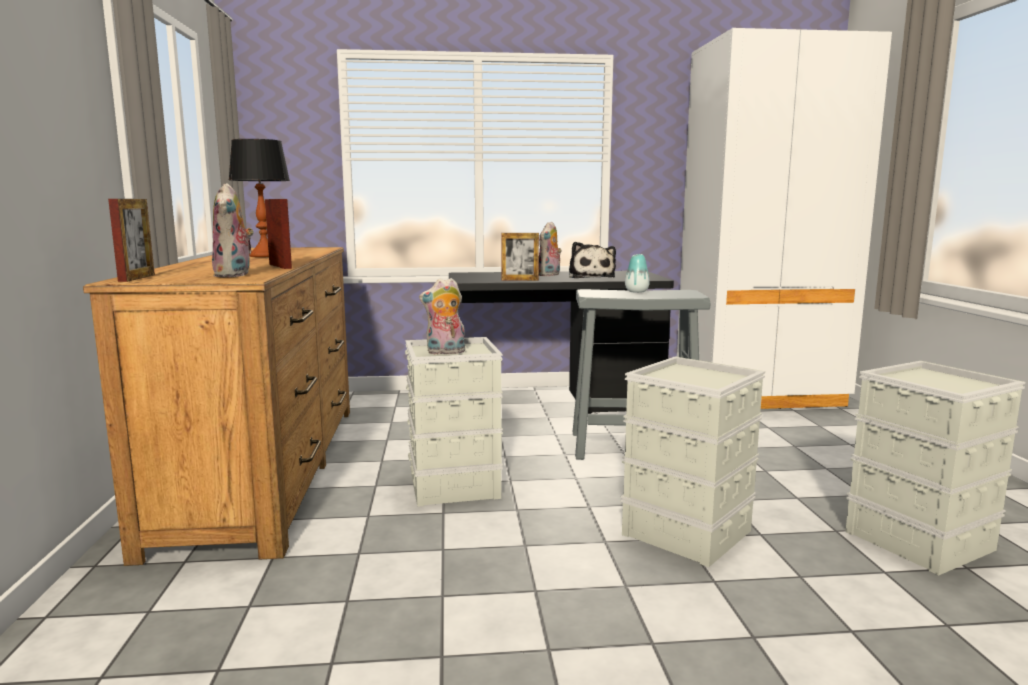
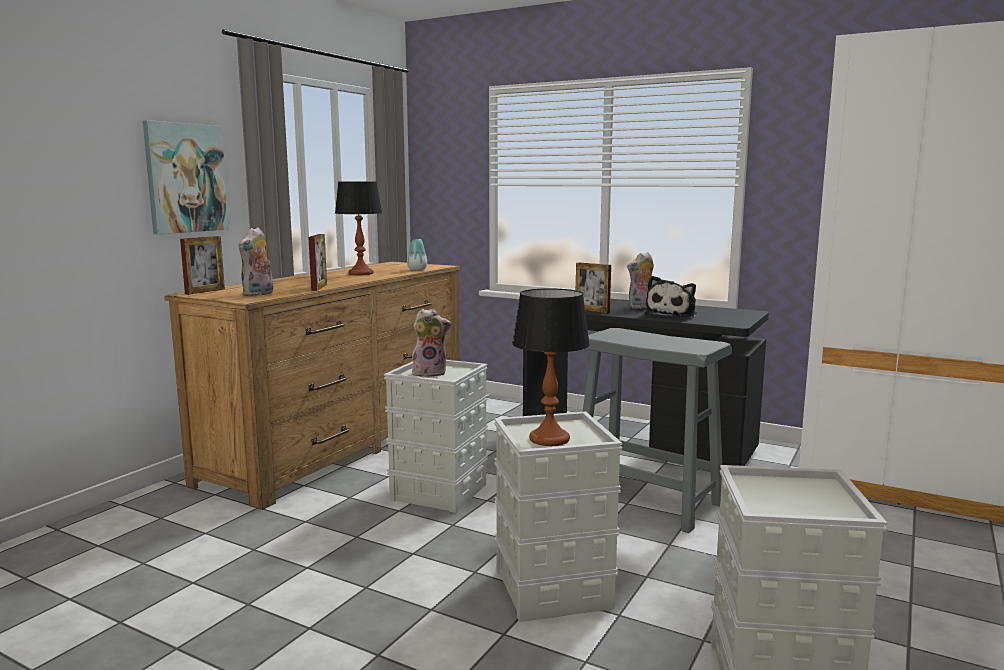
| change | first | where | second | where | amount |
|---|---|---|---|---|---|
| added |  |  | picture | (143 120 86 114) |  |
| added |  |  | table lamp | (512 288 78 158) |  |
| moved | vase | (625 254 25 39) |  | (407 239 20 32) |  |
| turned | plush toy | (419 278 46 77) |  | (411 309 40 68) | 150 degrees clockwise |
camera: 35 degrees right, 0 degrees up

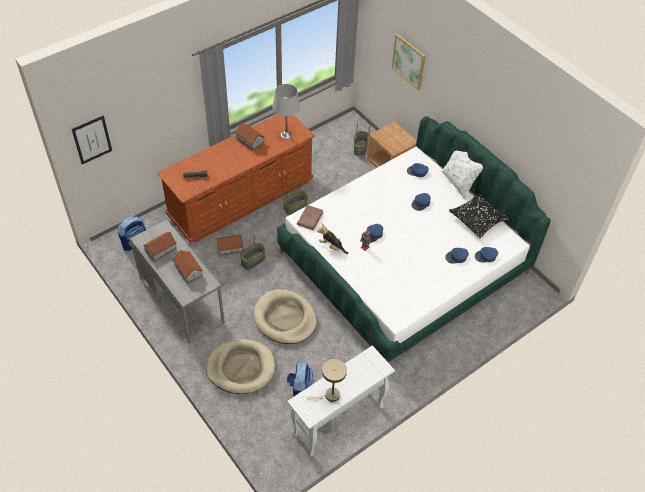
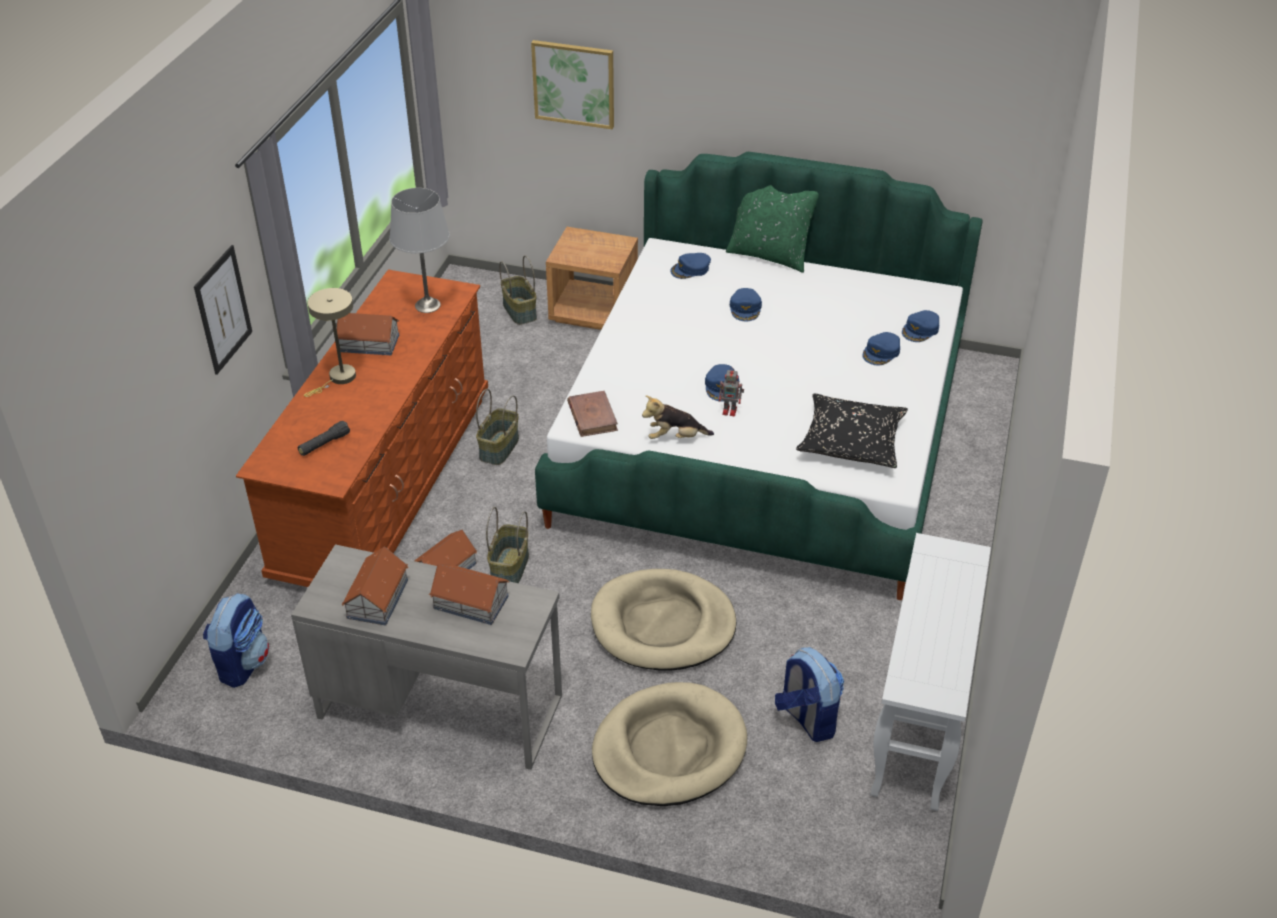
| change | first | where | second | where | amount |
|---|---|---|---|---|---|
| moved | picture | (72 115 40 49) |  | (194 245 58 130) |  |
| moved | table lamp/beige | (307 359 40 43) |  | (304 288 52 109) |  |
| moved | pillow/black | (449 193 60 46) |  | (796 393 112 75) |  |
| recoloured | pillow/white | (441 150 42 50) | pillow/green | (726 185 93 88) |  |
camera: 35 degrees left, 10 degrees down

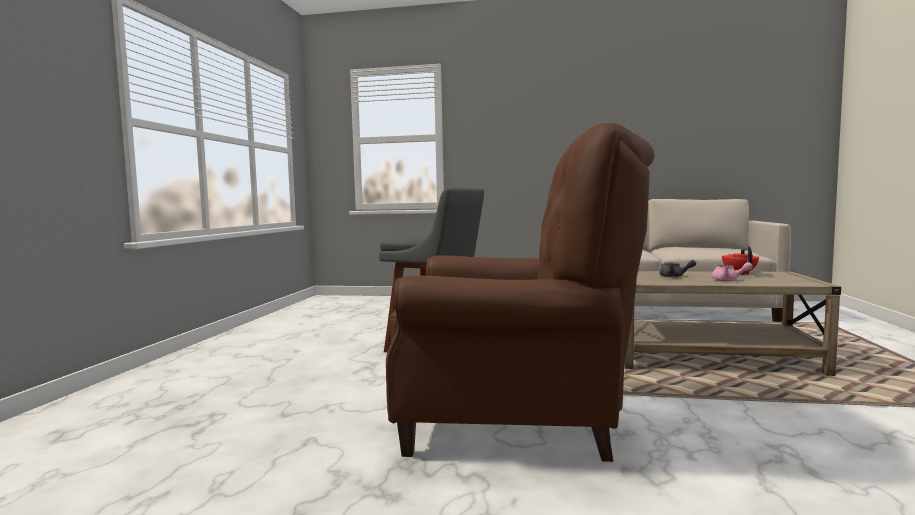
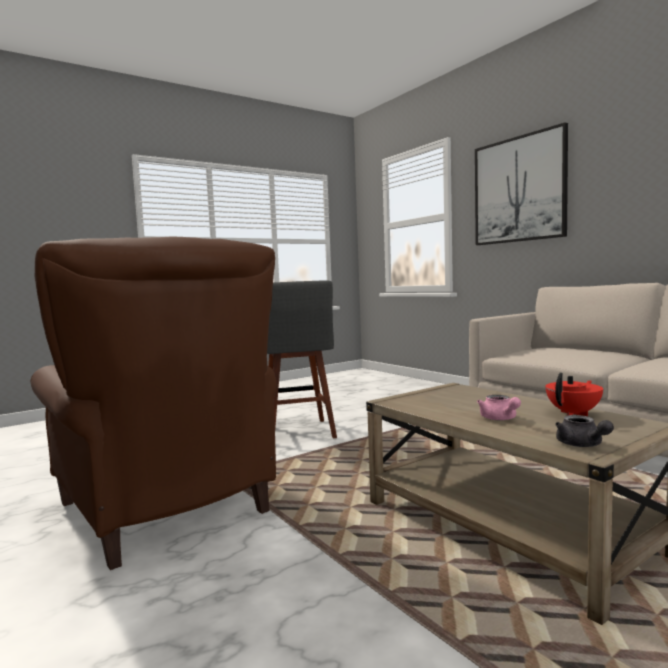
| change | first | where | second | where | amount |
|---|---|---|---|---|---|
| added |  |  | picture | (475 122 93 123) |  |
| moved | teapot/grey | (660 260 36 17) |  | (555 415 59 32) |  |
camera: 45 degrees right, 0 degrees up

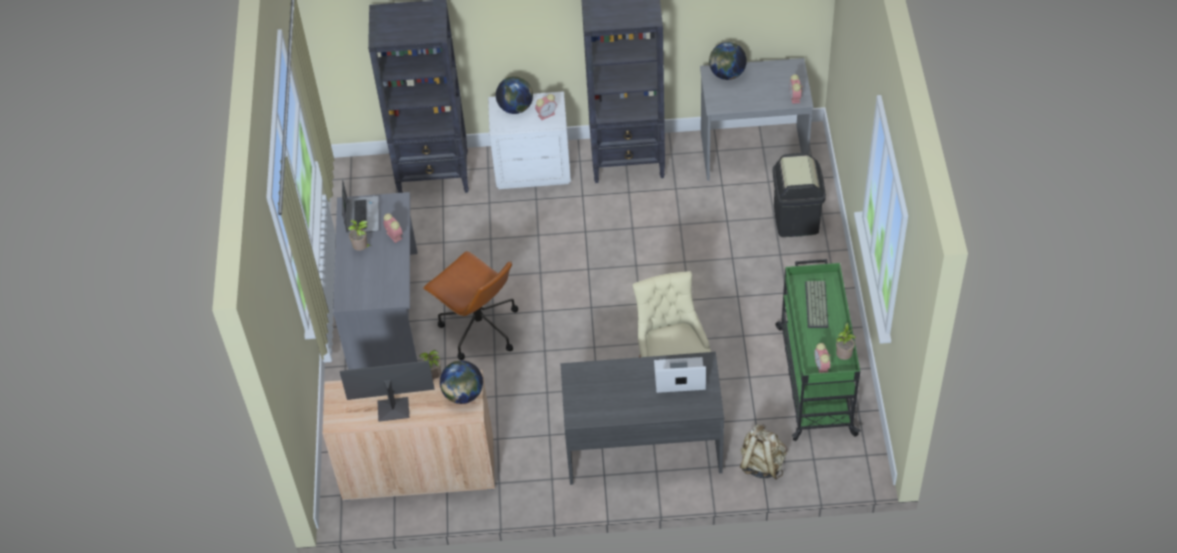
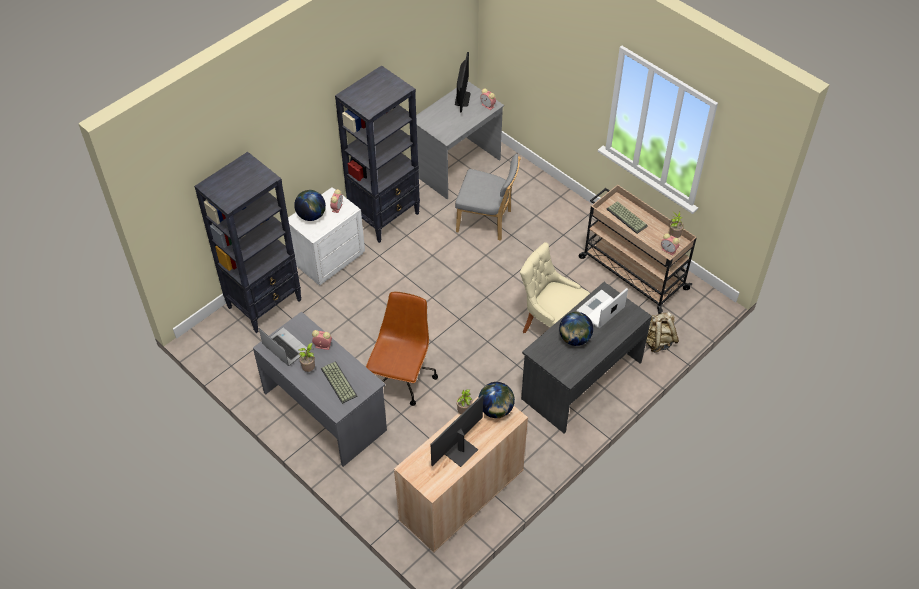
| change | first | where | second | where | amount |
|---|---|---|---|---|---|
| removed | trash can/black | (773 153 53 84) |  |  |  |
| added |  |  | keyboard | (321 361 37 43) |  |
| added |  |  | monitor | (455 52 16 61) |  |
| added |  |  | chair/grey | (455 154 66 87) |  |
| moved | globe | (709 42 38 38) |  | (559 312 34 34) |  |
| recoloured | cart/green | (775 259 86 182) | cart/beige | (579 185 118 129) |  |
| turned | office chair/brown | (423 251 95 109) |  | (366 292 72 114) | 75 degrees counterclockwise |
camera: 45 degrees left, 0 degrees up

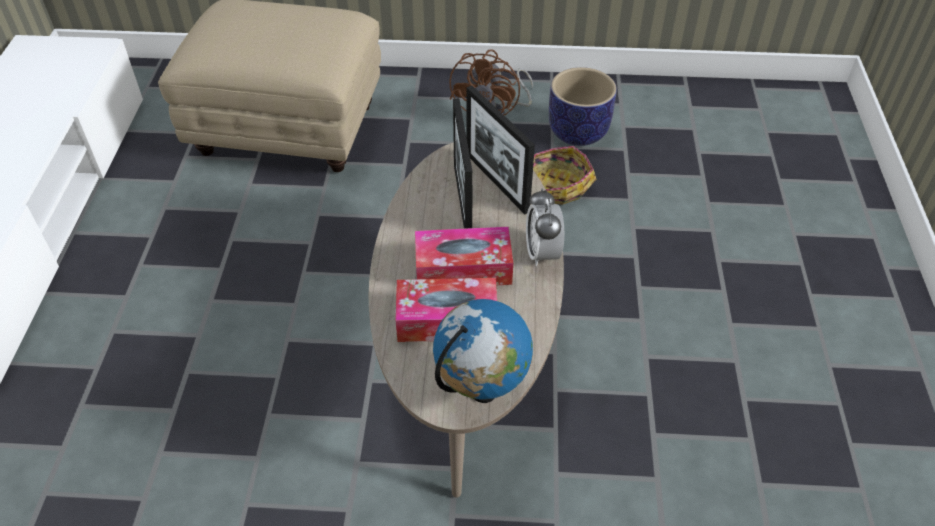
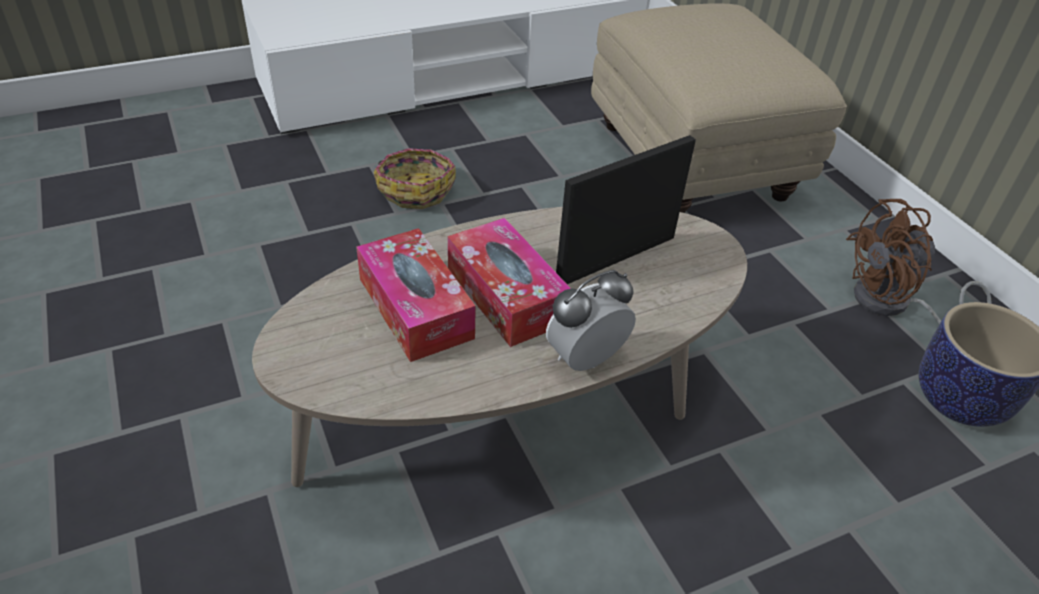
| change | first | where | second | where | amount |
|---|---|---|---|---|---|
| removed | globe | (433 299 100 104) |  |  |  |
| removed | picture frame | (466 85 69 129) |  |  |  |
| moved | basket | (533 146 63 59) |  | (374 148 82 61) |  |
camera: 60 degrees right, 5 degrees down

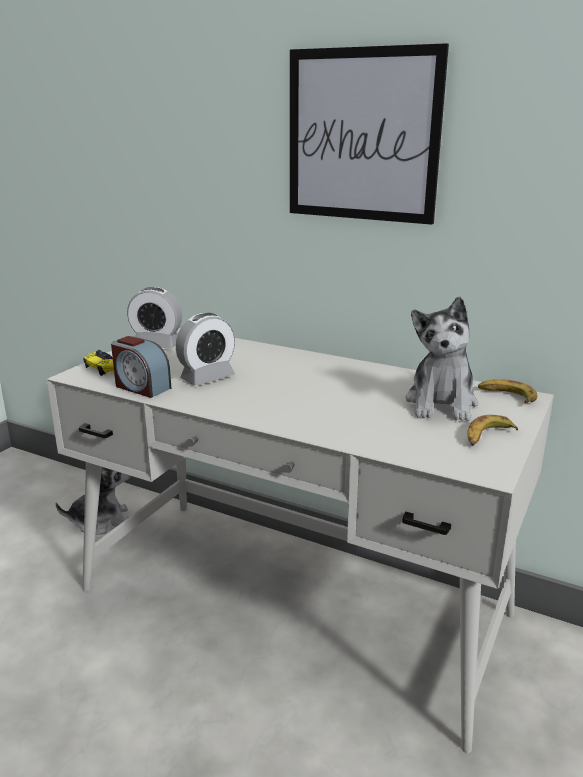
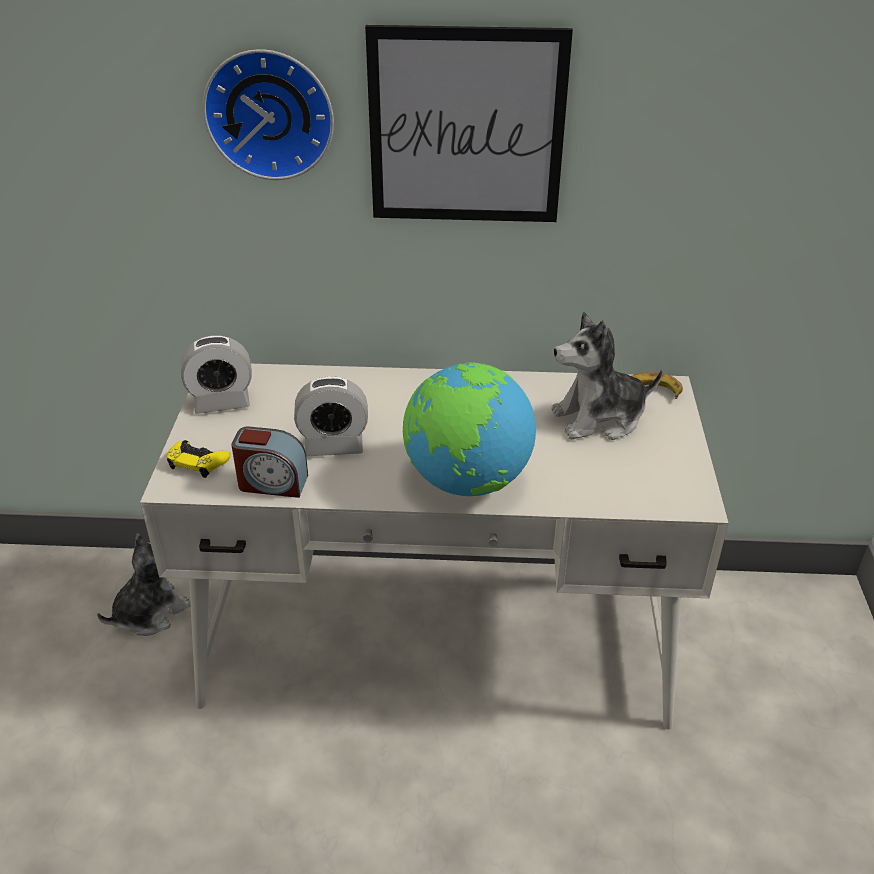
| change | first | where | second | where | amount |
|---|---|---|---|---|---|
| removed | banana | (468 415 50 31) |  |  |  |
| added |  |  | wall clock | (203 49 131 131) |  |
| added |  |  | globe | (403 362 133 134) |  |
| turned | alarm clock | (176 313 59 73) |  | (294 376 74 80) | 60 degrees clockwise |
| turned | plush toy | (406 297 72 124) |  | (551 312 112 128) | 90 degrees clockwise |
camera: 25 degrees left, 15 degrees up

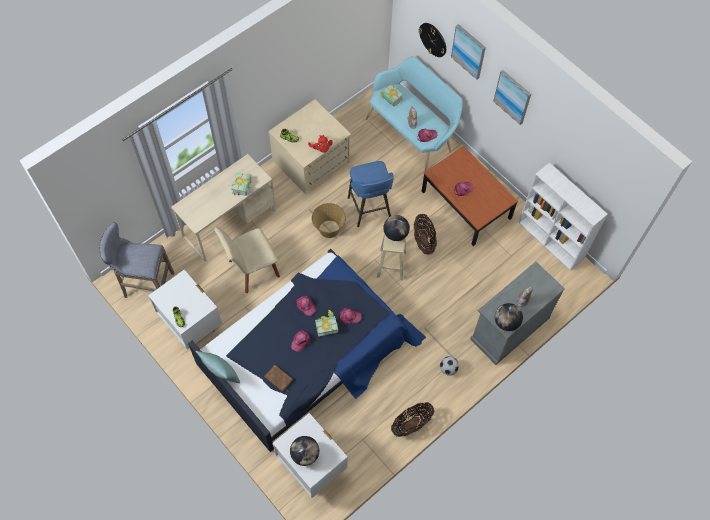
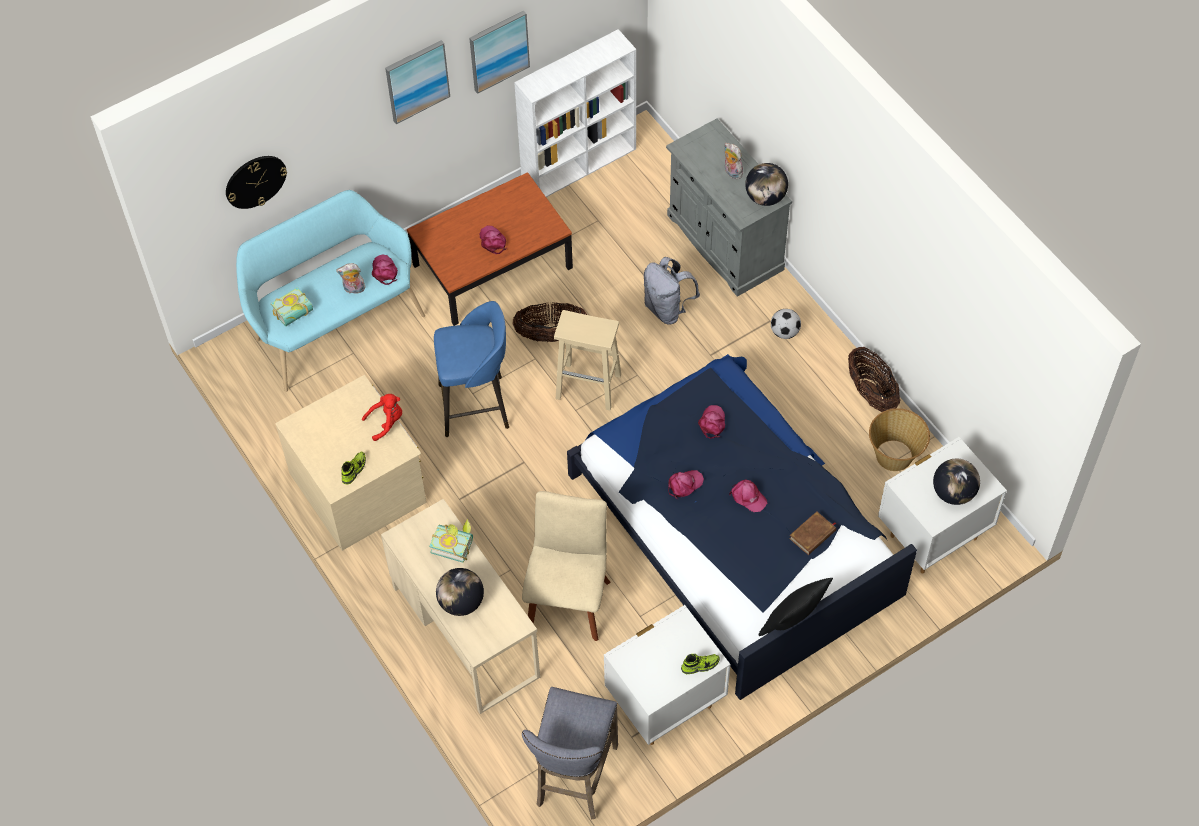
| change | first | where | second | where | amount |
|---|---|---|---|---|---|
| removed | book | (315 310 24 27) |  |  |  |
| added |  |  | backpack/grey | (644 257 56 68) |  |
| moved | basket | (312 203 34 35) |  | (869 408 61 63) |  |
| moved | globe | (383 215 27 26) |  | (436 568 48 48) |  |
| moved | picture | (451 24 35 56) |  | (469 11 61 83) |  |
| recoloured | pillow/turquoise | (196 351 44 32) | pillow/black | (759 578 74 58) |  |
| turned | chair/beige | (215 227 65 67) |  | (522 491 89 150) | 150 degrees counterclockwise |
camera: 80 degrees left, 5 degrees down

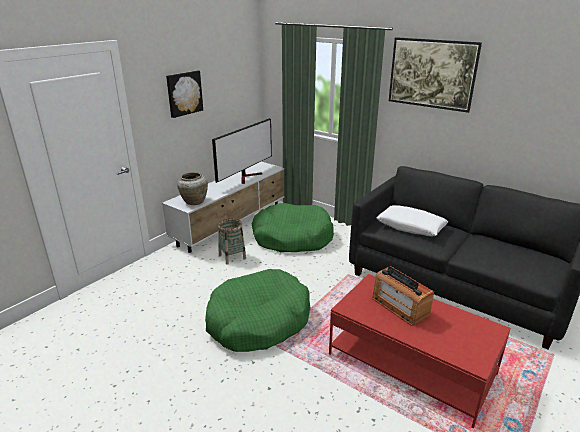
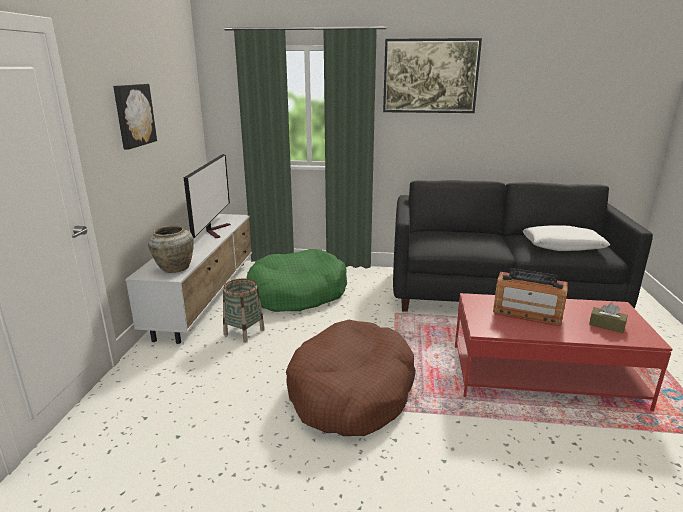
| change | first | where | second | where | amount |
|---|---|---|---|---|---|
| added |  |  | tissue box/brown | (589 303 38 30) |  |
| moved | pillow/white | (376 205 72 32) |  | (523 225 87 26) |  |
| recoloured | dog bed/green | (205 269 105 83) | dog bed/brown | (286 320 130 116) |  |
camera: 30 degrees left, 5 degrees down

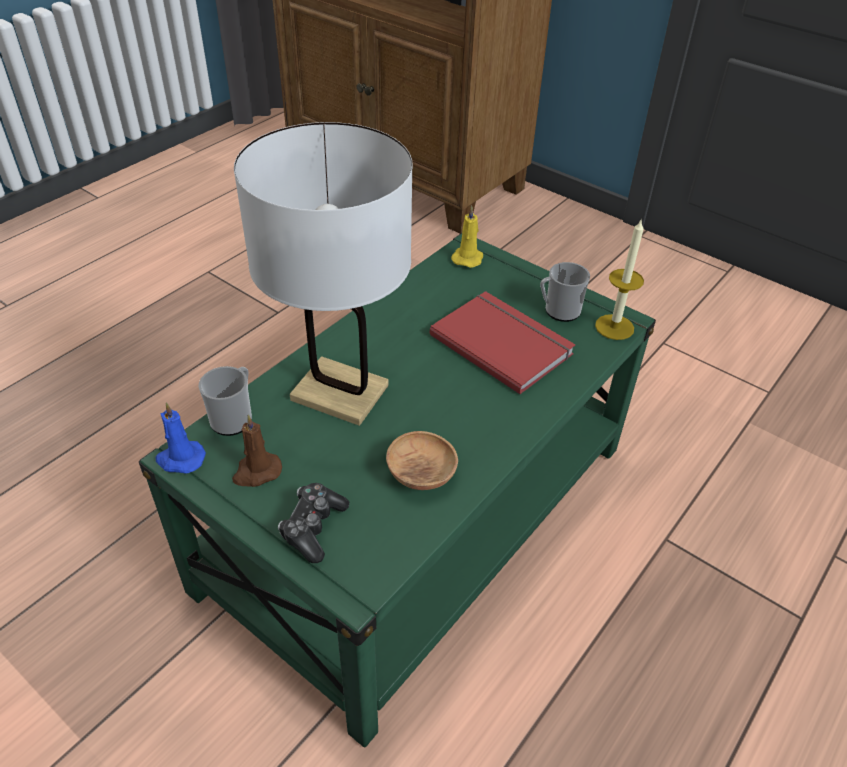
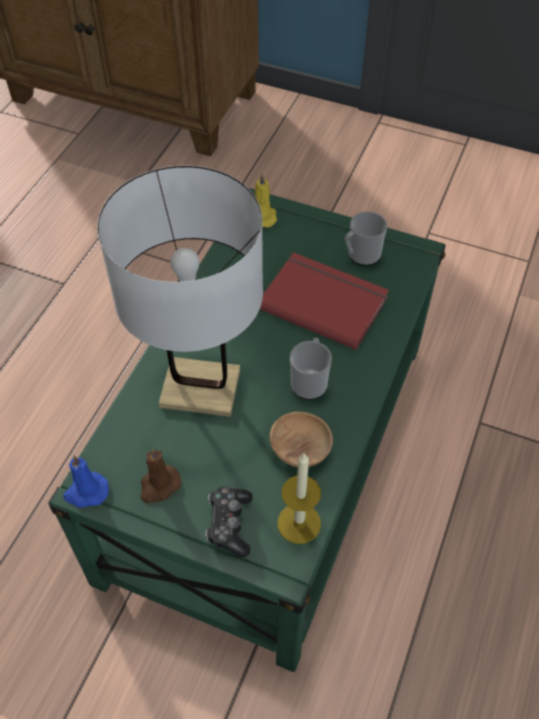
| change | first | where | second | where | amount |
|---|---|---|---|---|---|
| moved | mug | (199 366 53 70) |  | (290 338 42 62) |  |
| moved | candle | (595 218 49 122) |  | (278 453 43 91) |  |
camera: 15 degrees left, 10 degrees up

